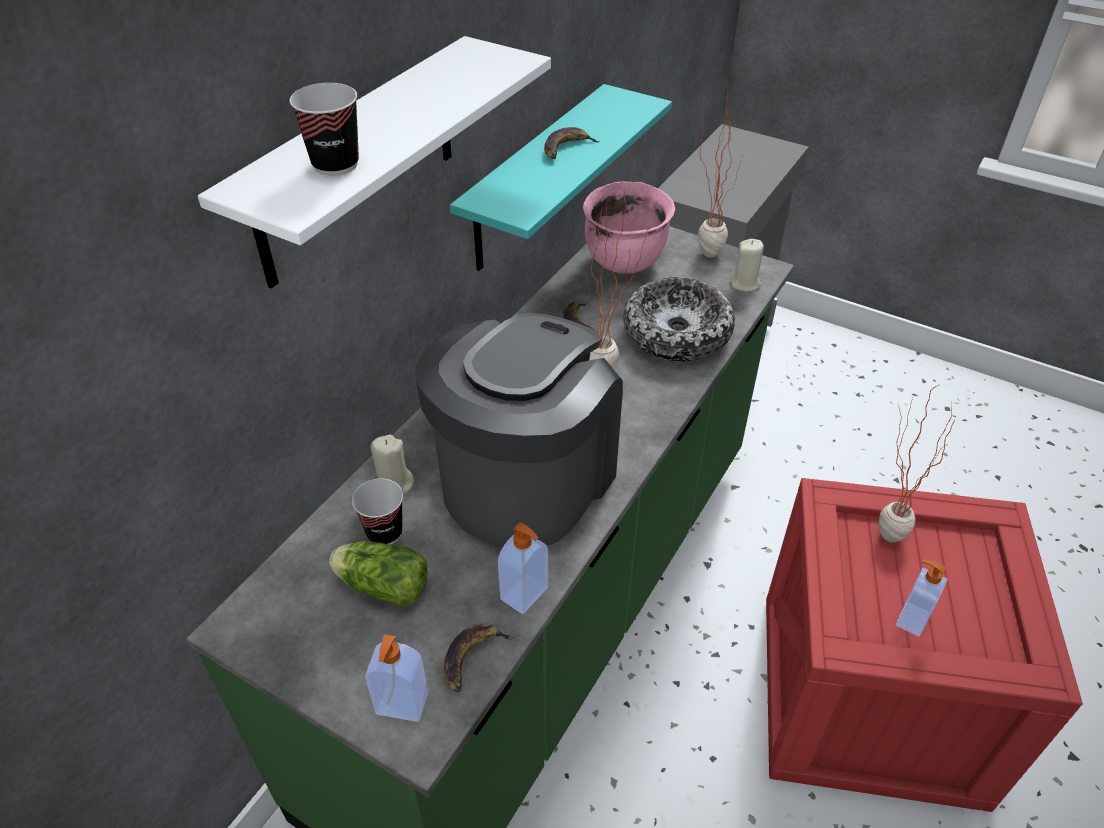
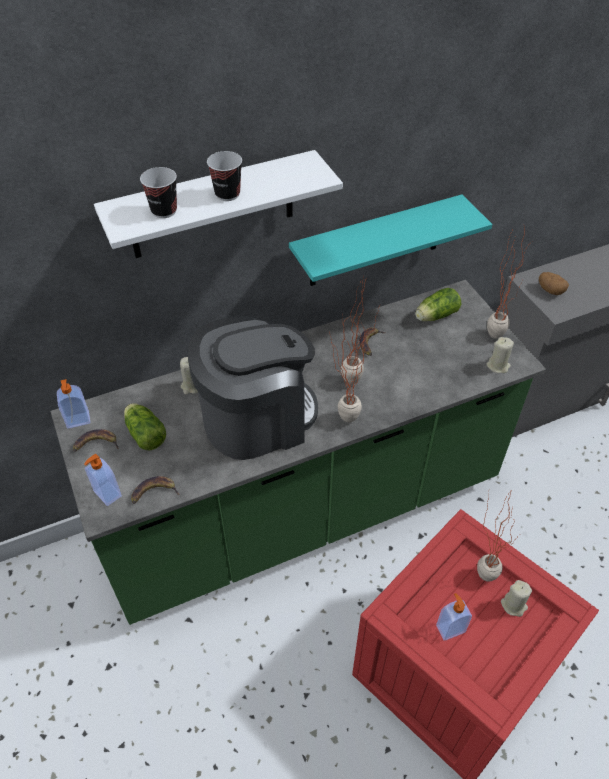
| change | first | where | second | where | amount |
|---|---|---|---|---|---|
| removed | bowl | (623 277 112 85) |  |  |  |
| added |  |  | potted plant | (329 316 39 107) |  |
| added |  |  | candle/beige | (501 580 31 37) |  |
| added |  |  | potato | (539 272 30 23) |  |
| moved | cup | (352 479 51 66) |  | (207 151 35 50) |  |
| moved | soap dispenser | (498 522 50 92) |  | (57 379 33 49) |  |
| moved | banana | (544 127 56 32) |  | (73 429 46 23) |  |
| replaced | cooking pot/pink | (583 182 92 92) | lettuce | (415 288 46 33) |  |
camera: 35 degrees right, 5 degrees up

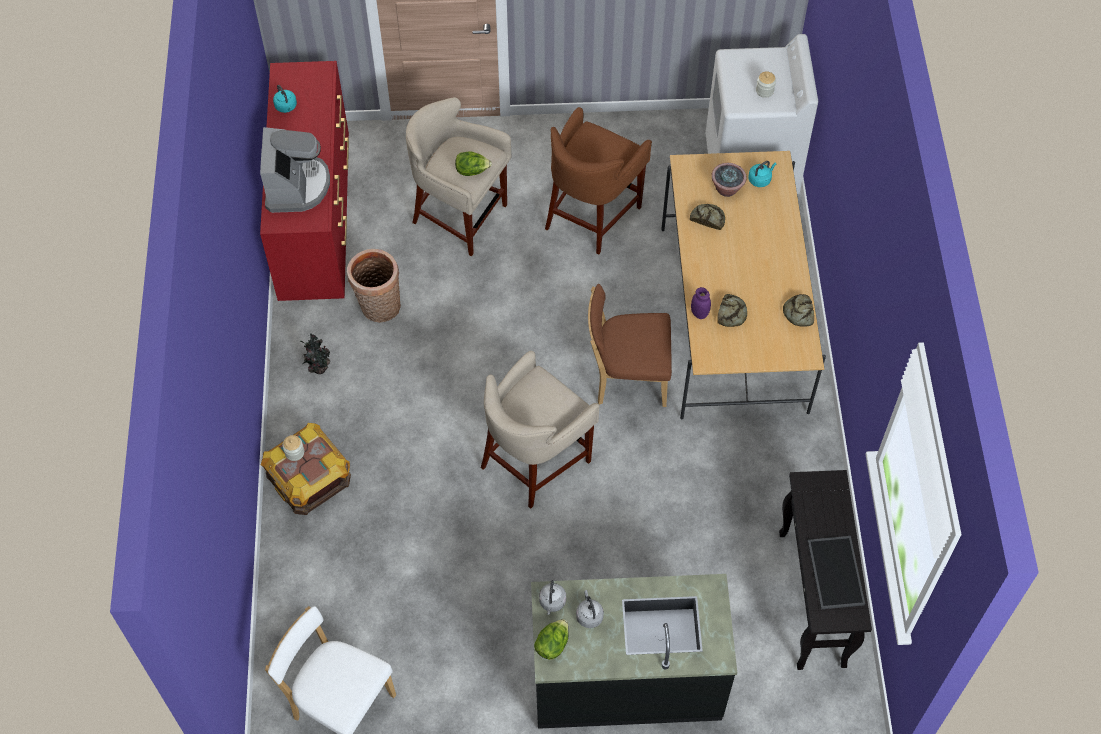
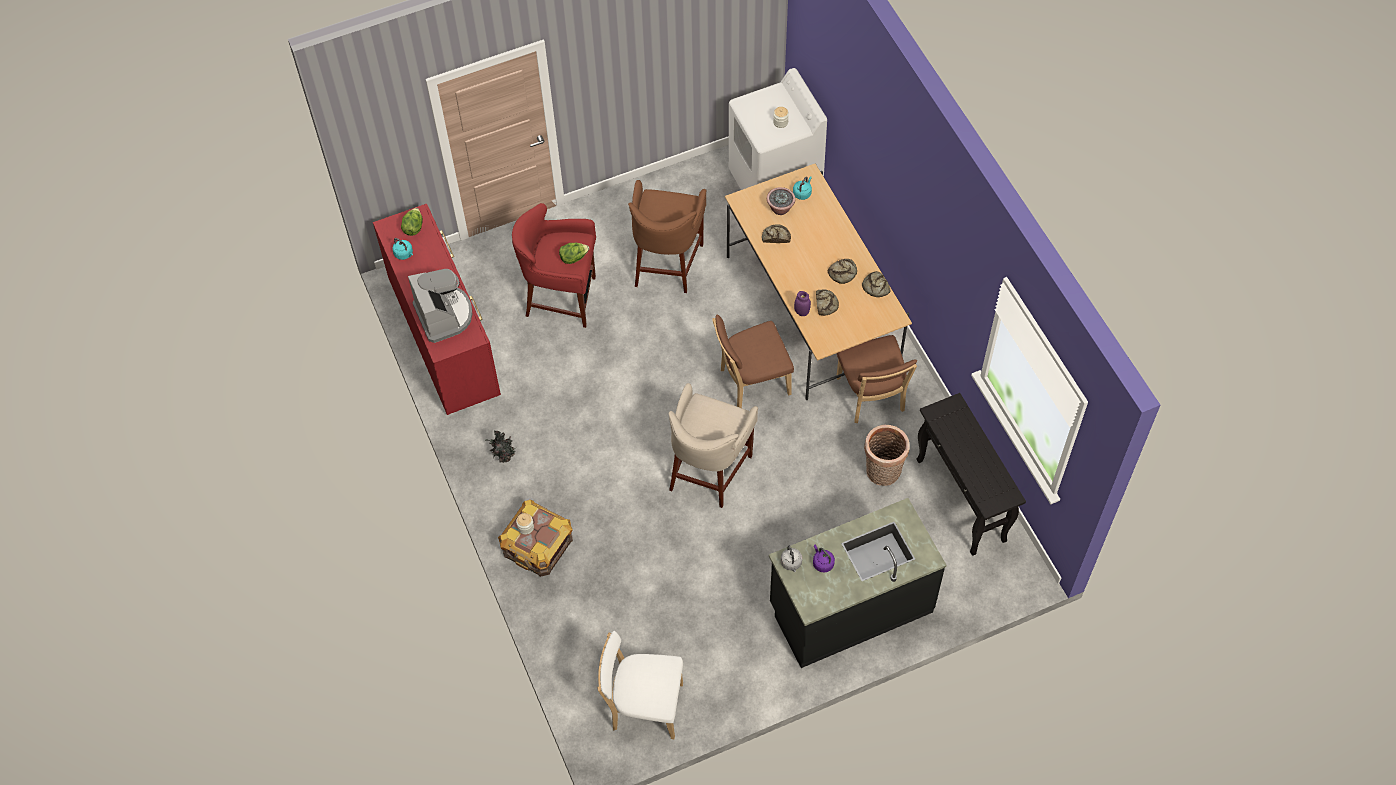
| change | first | where | second | where | amount |
|---|---|---|---|---|---|
| removed | tray | (807 536 58 73) |  |  |  |
| added |  |  | bread | (828 259 29 25) |  |
| added |  |  | chair/brown | (837 335 80 88) |  |
| moved | basket | (347 249 54 74) |  | (864 425 46 61) |  |
| moved | lettuce | (534 619 35 41) |  | (401 208 22 28) |  |
| recoloured | stool/beige | (406 97 105 159) | stool/red | (512 203 84 125) |  |
| recoloured | kettle/grey | (576 590 28 38) | kettle/purple | (813 545 22 27) |  |
camera: 20 degrees left, 0 degrees up

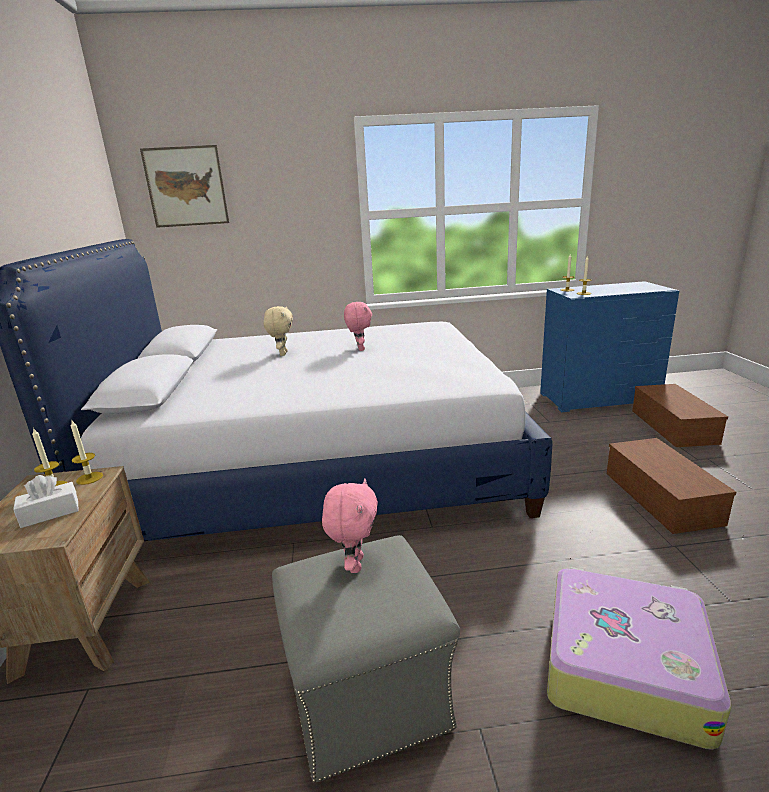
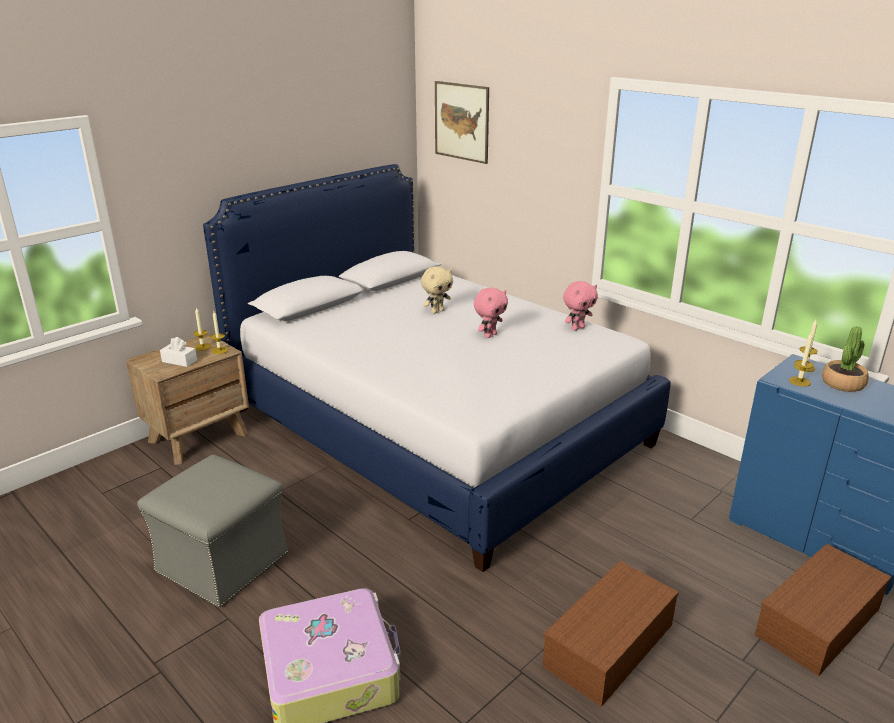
| change | first | where | second | where | amount |
|---|---|---|---|---|---|
| added |  |  | potted plant | (822 326 46 66) |  |
| moved | plush toy/pink | (322 479 56 94) |  | (563 281 35 50) |  |
camera: 50 degrees right, 5 degrees up

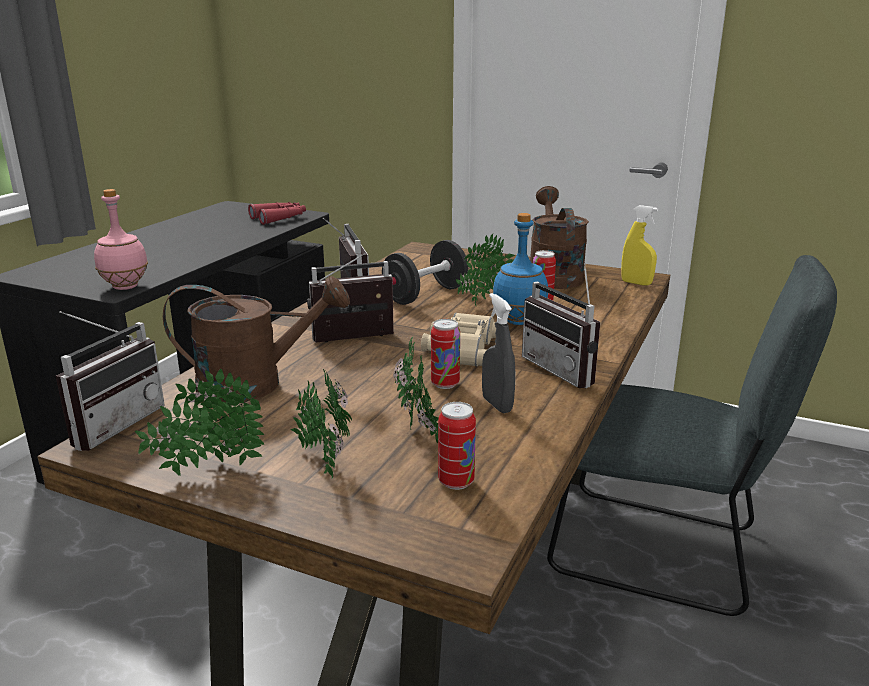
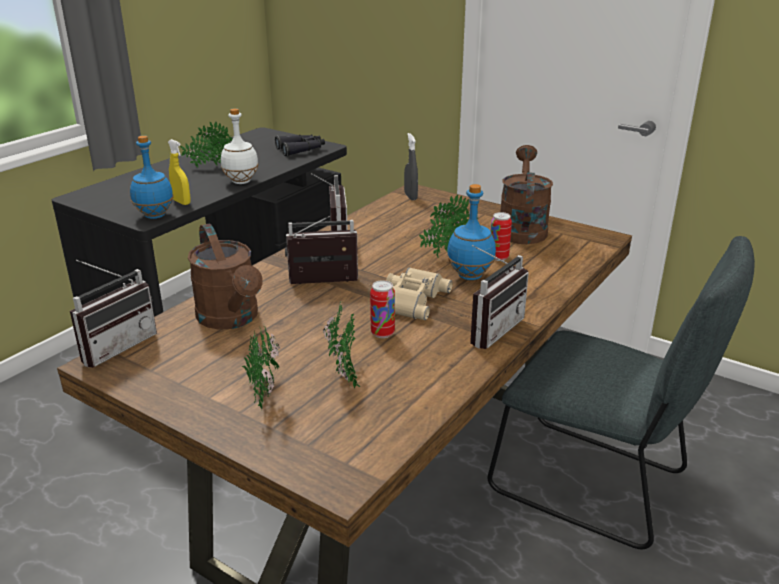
| change | first | where | second | where | amount |
|---|---|---|---|---|---|
| removed | dumbbell/black | (382 240 86 65) |  |  |  |
| removed | can | (438 402 38 88) |  |  |  |
| added |  |  | bottle/white | (221 108 38 76) |  |
| moved | potted plant | (135 369 129 107) |  | (180 122 53 46) |  |
| moved | spray bottle/grey | (482 293 33 120) |  | (404 133 14 67) |  |
| moved | spray bottle/yellow | (621 205 37 81) |  | (168 139 22 66) |  |
| recoloured | bottle/pink | (94 189 54 101) | bottle/blue | (130 136 44 83) |  |
| recoloured | binoculars/red | (248 202 58 23) | binoculars/black | (275 134 50 22) |  |
| turned | watering can/brown | (163 276 187 126) |  | (188 223 75 107) | 60 degrees clockwise |
| turned | radio | (522 263 78 125) |  | (470 245 59 104) | 120 degrees counterclockwise |
camera: 10 degrees right, 5 degrees up

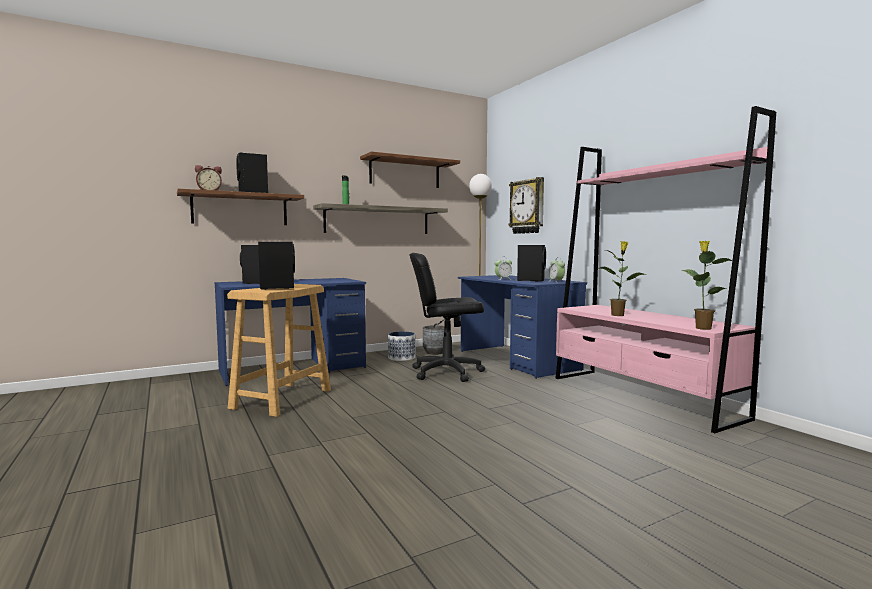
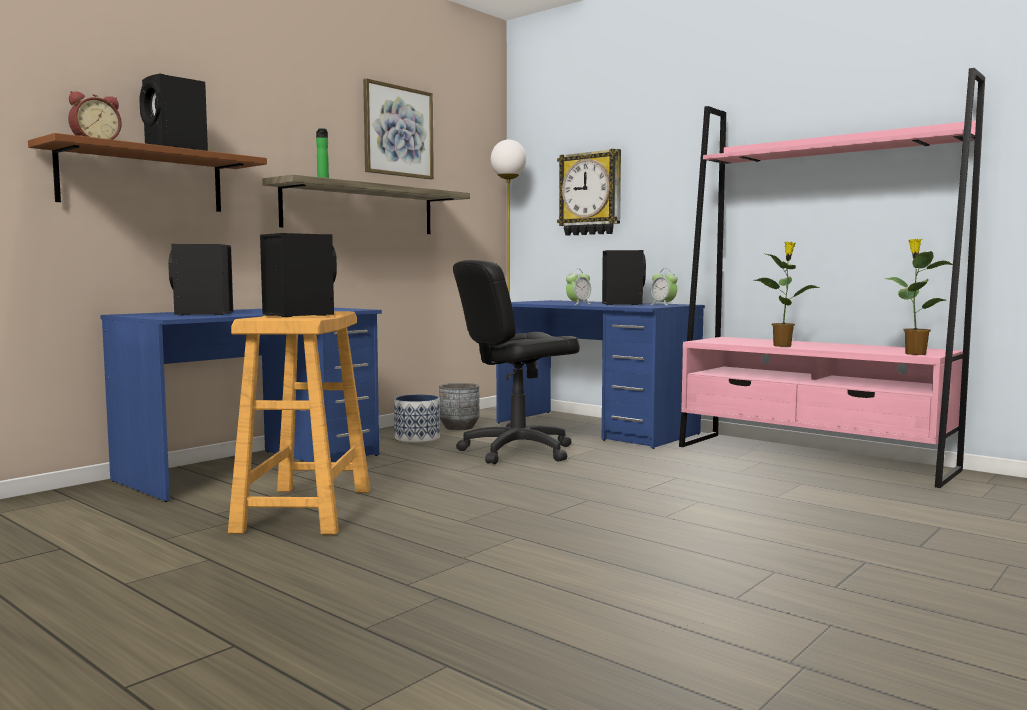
| change | first | where | second | where | amount |
|---|---|---|---|---|---|
| replaced | shelf/brown | (360 152 100 36) | picture | (363 78 71 102) |  |
camera: 20 degrees left, 0 degrees up

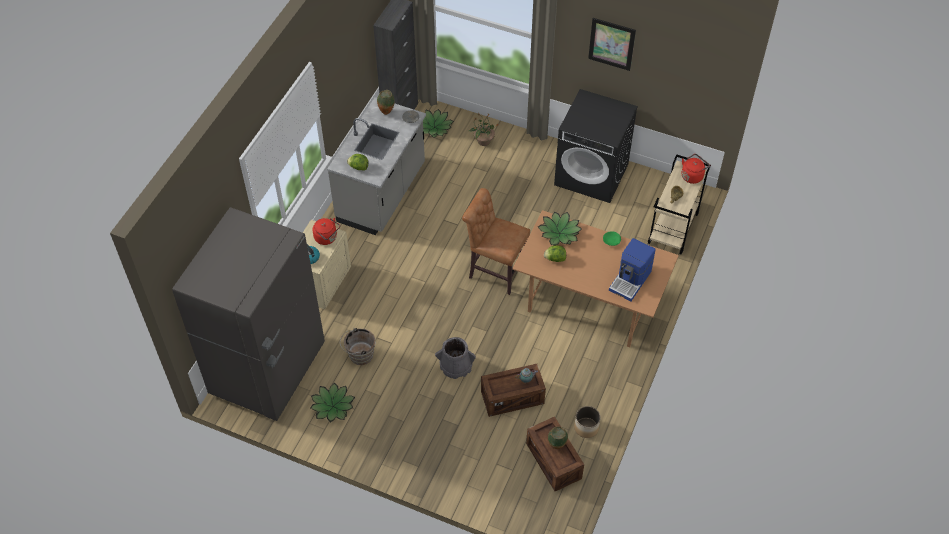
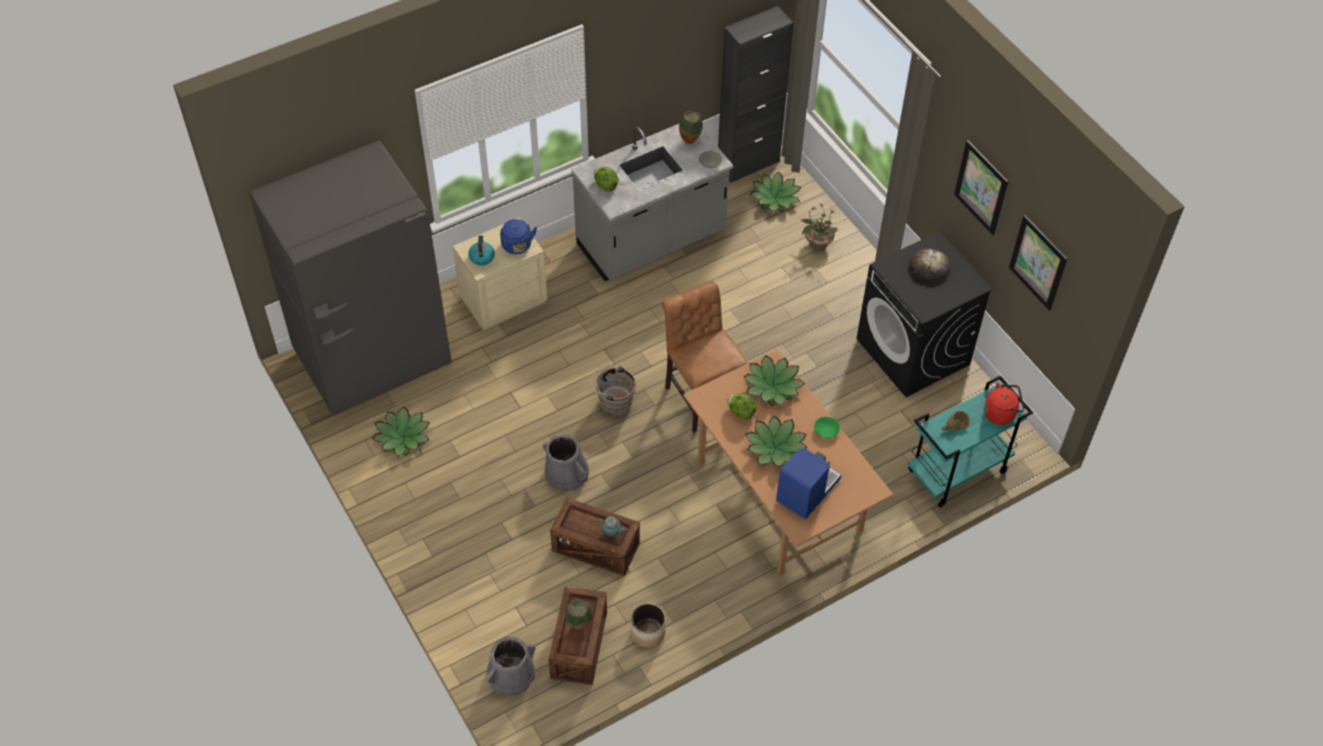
| change | first | where | second | where | amount |
|---|---|---|---|---|---|
| added |  |  | bucket/grey | (486 637 50 59) |  |
| added |  |  | potted plant | (745 416 62 51) |  |
| added |  |  | bread | (910 249 41 33) |  |
| added |  |  | picture | (1009 215 58 96) |  |
| moved | bucket/brown | (340 328 35 37) |  | (591 365 45 51) |  |
| recoloured | kettle/red | (313 218 27 27) | kettle/blue | (500 219 37 35) |  |
| recoloured | cart/beige | (648 154 63 100) | cart/turquoise | (907 375 126 132) |  |
| turned | coffee machine | (609 238 47 64) |  | (776 448 65 71) | 150 degrees clockwise |
camera: 35 degrees right, 0 degrees up

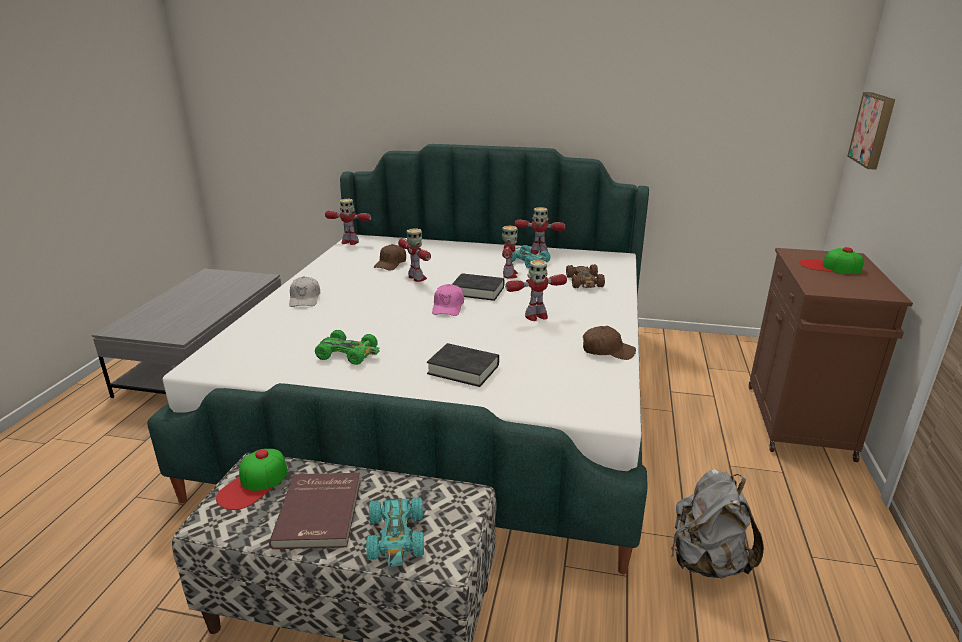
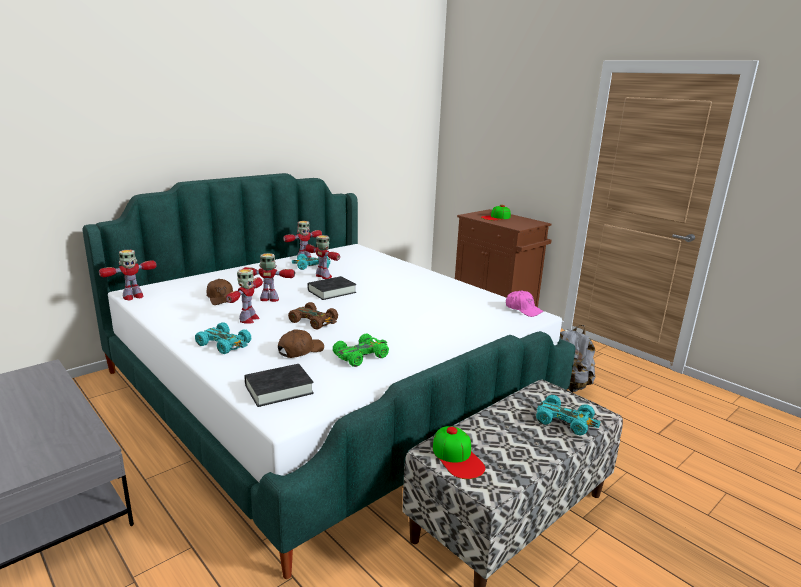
| change | first | where | second | where | amount |
|---|---|---|---|---|---|
| removed | book/red | (269 473 92 76) |  |  |  |
| removed | picture | (847 92 48 78) |  |  |  |
| moved | book/black | (427 343 72 44) |  | (244 364 70 43) |  |
| moved | cap/pink | (432 284 32 32) |  | (506 290 38 27) |  |
| moved | toy robot | (505 260 62 61) |  | (226 269 37 55) |  |
| moved | toy car/brown | (566 264 39 24) |  | (288 302 50 28) |  |
| moved | cap/brown | (583 326 53 34) |  | (278 329 46 29) |  |
| replaced | cap/white | (289 276 31 31) | toy car/turquoise | (195 322 56 32) |  |
camera: 55 degrees left, 5 degrees down

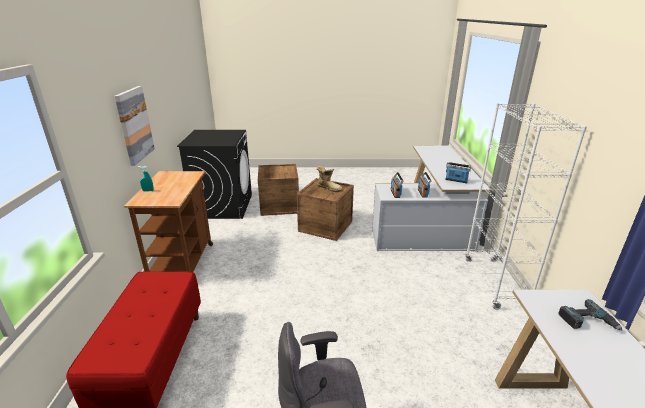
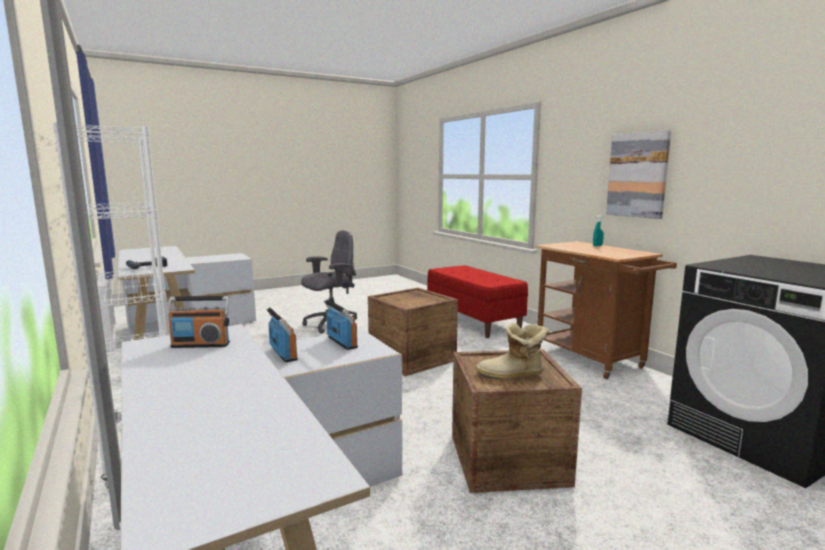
| change | first | where | second | where | amount |
|---|---|---|---|---|---|
| moved | crate | (258 164 41 52) |  | (368 288 90 88) |  |
camera: 150 degrees right, 15 degrees down

